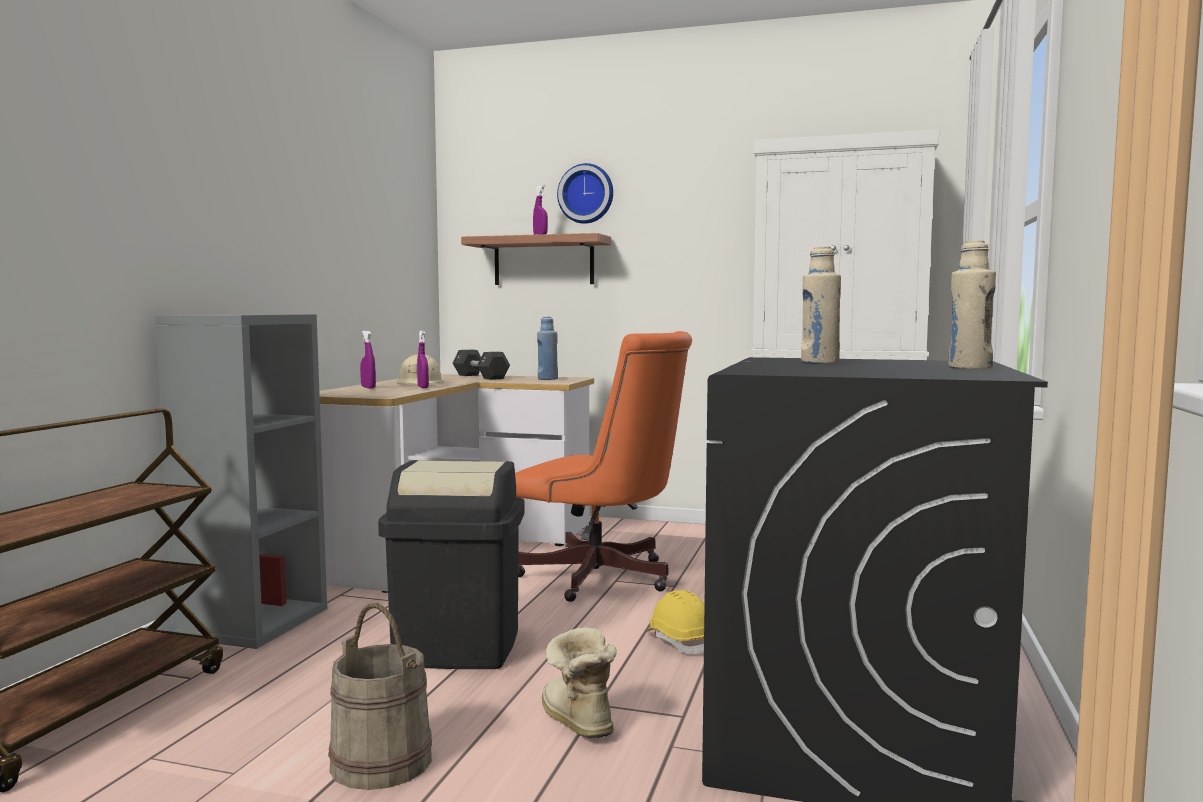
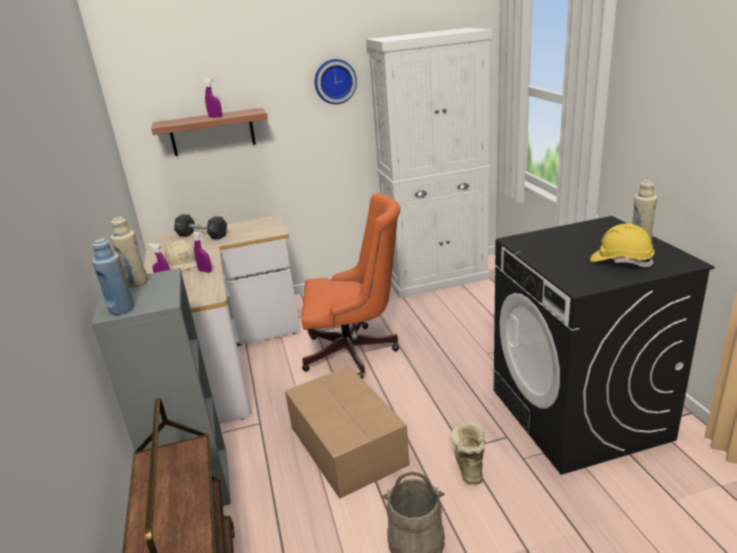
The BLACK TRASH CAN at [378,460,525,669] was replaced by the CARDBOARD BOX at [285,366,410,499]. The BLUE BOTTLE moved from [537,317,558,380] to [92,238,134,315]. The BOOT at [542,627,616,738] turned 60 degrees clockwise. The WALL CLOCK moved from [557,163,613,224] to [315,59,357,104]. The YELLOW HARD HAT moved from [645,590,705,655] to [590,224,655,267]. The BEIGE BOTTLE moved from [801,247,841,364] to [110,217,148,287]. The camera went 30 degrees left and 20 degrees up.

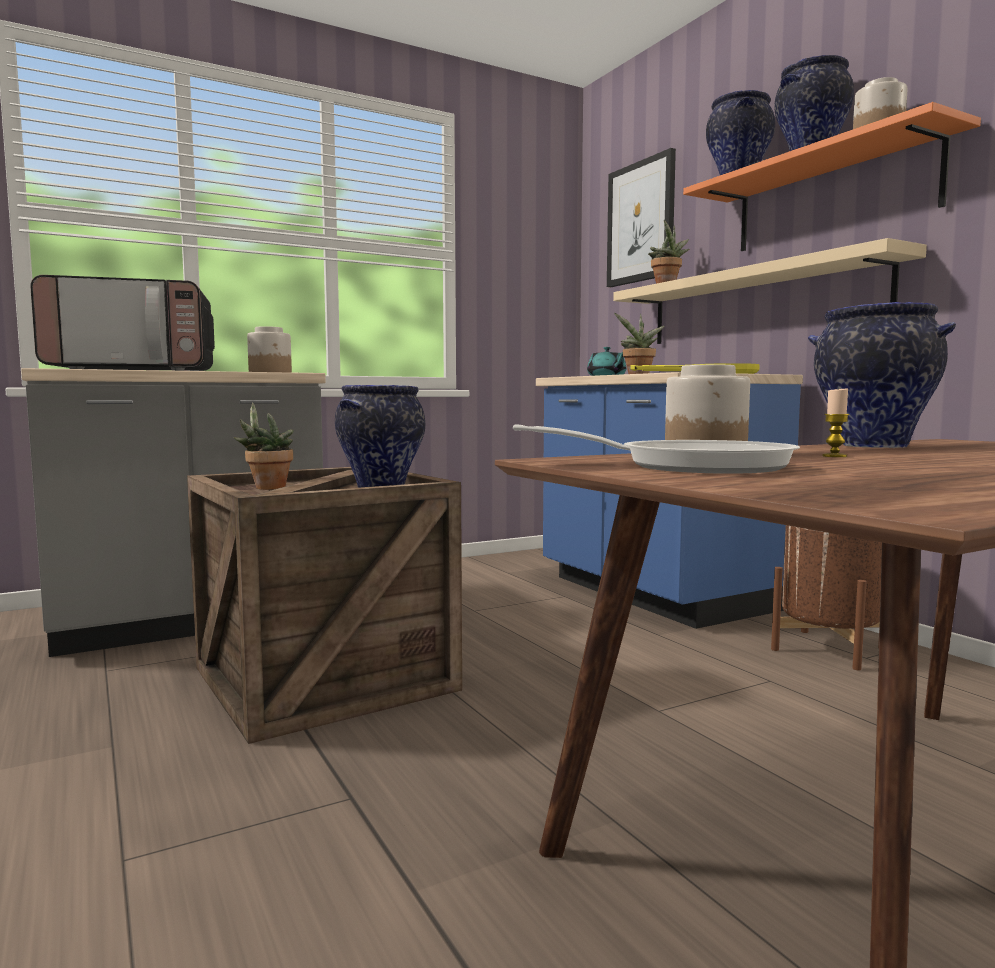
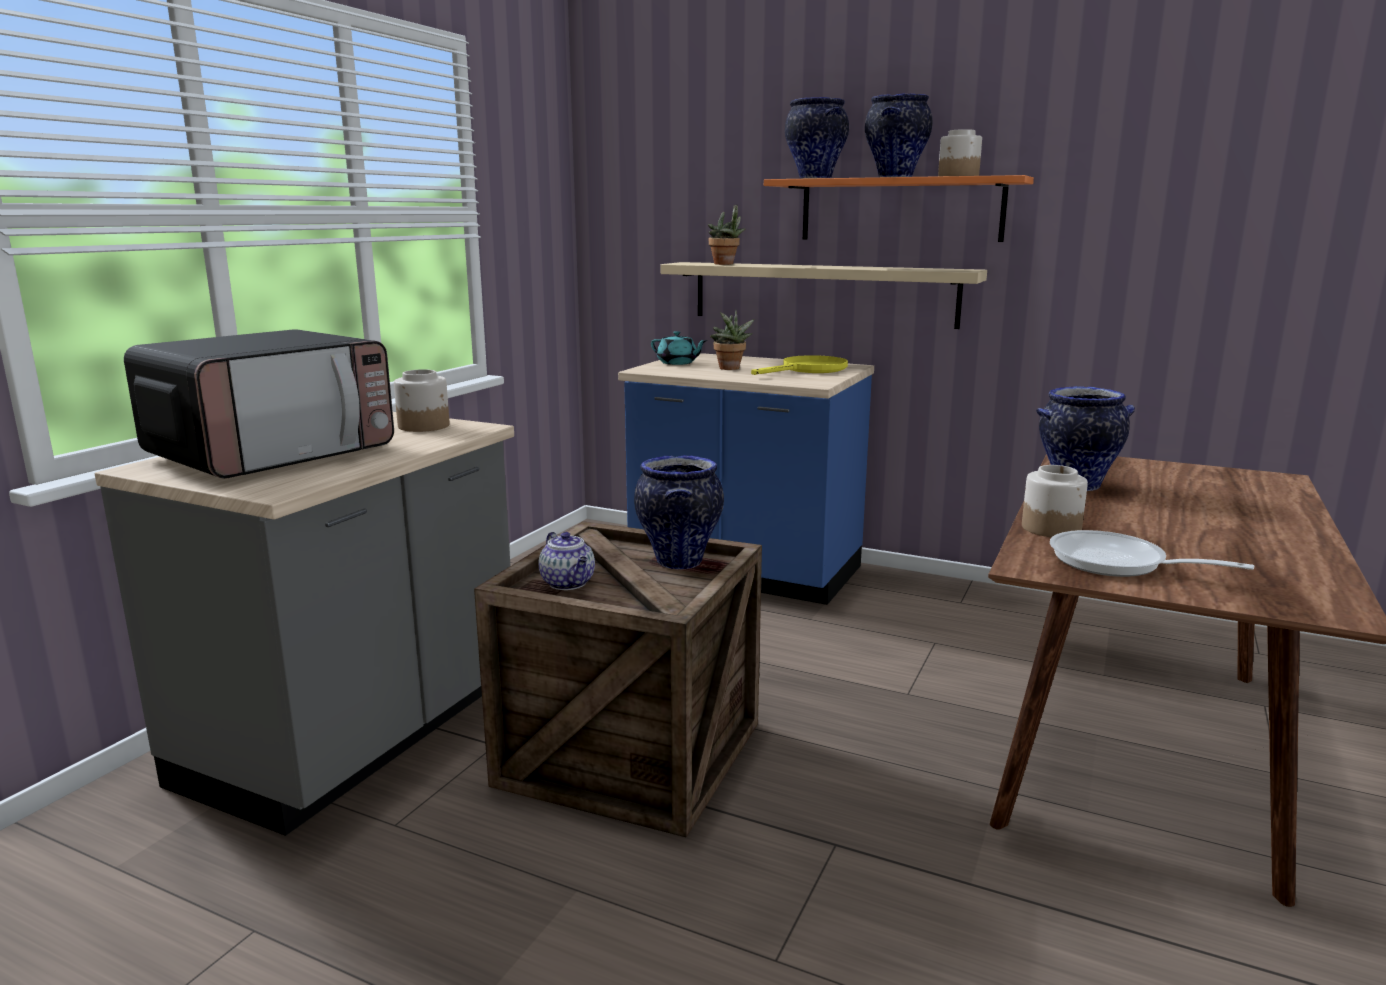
The POTTED PLANT at [234,402,294,490] was replaced by the TEAPOT at [539,532,595,590]. The FRYING PAN at [513,424,800,474] turned 120 degrees counterclockwise. The PICTURE at [607,148,676,287] disappeared. The BROWN PLANTER at [771,525,882,670] disappeared. The CANDLE at [822,389,849,457] disappeared. The camera went 35 degrees left and 10 degrees up.

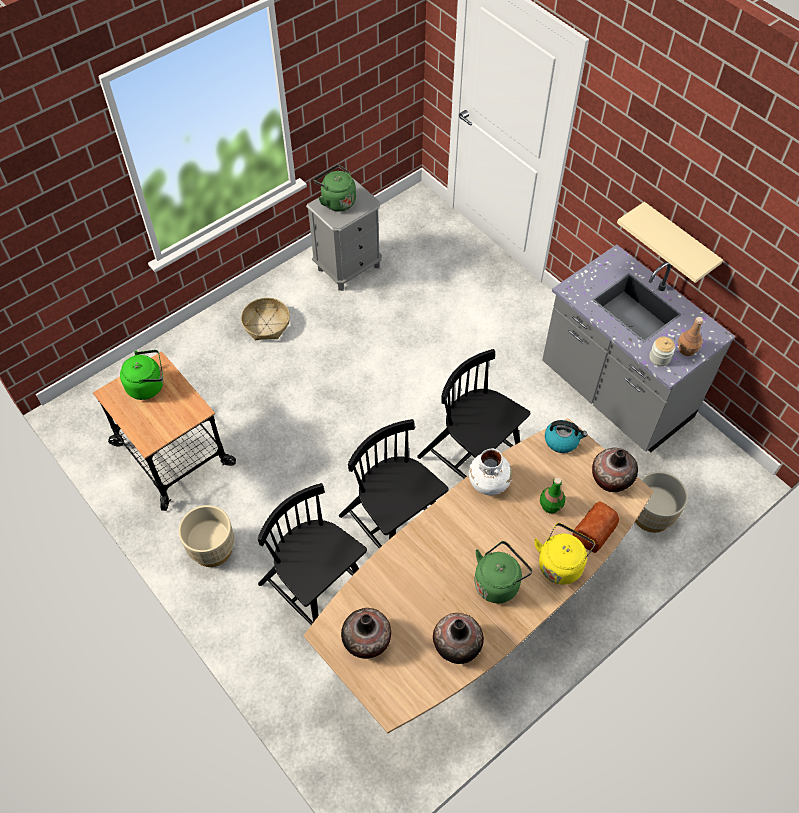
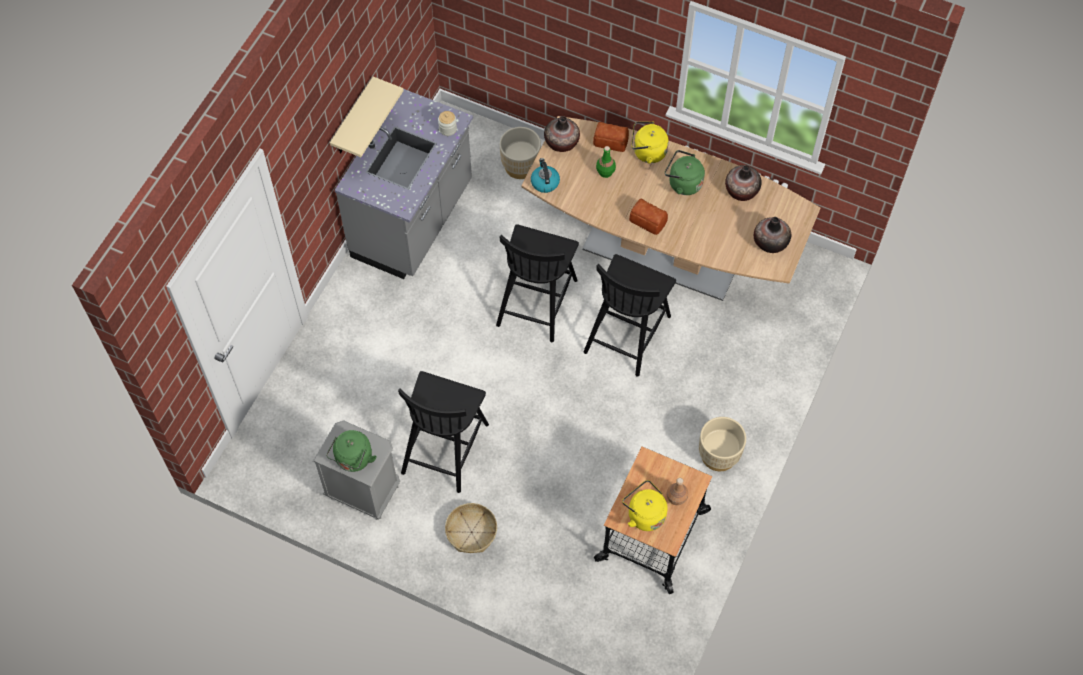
The GREEN KETTLE at [120,350,163,400] became the YELLOW KETTLE at [622,480,668,531]. The BLACK CHAIR moved from [258,483,367,625] to [398,371,489,493]. The WHITE VASE at [469,448,512,495] disappeared. The BROWN BOTTLE moved from [678,317,703,356] to [667,478,688,505]. The BREAD at [629,199,668,235] appeared. The camera went 115 degrees left and 5 degrees up.

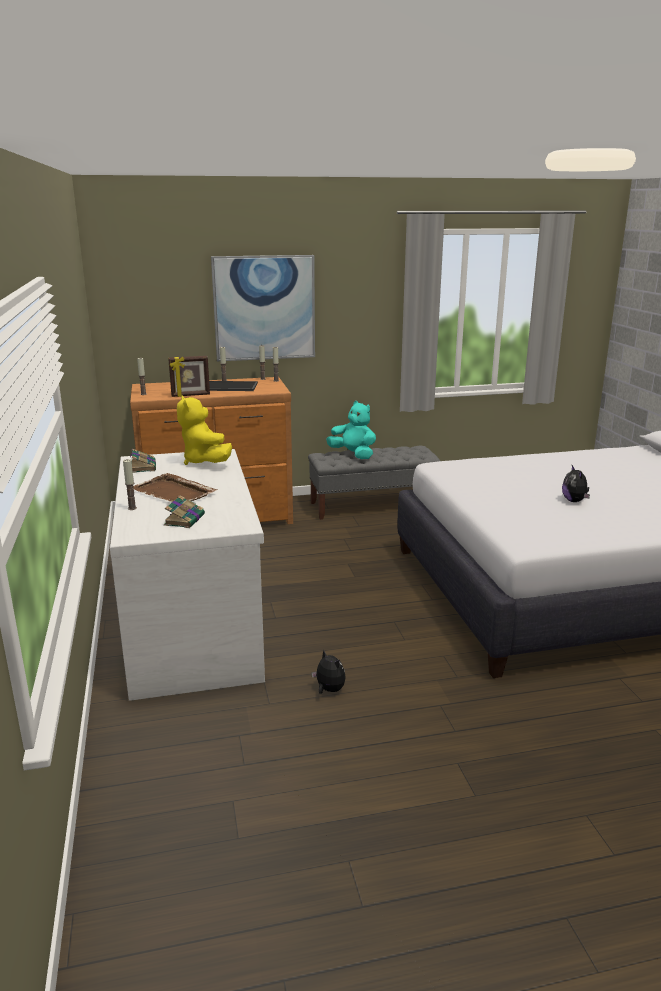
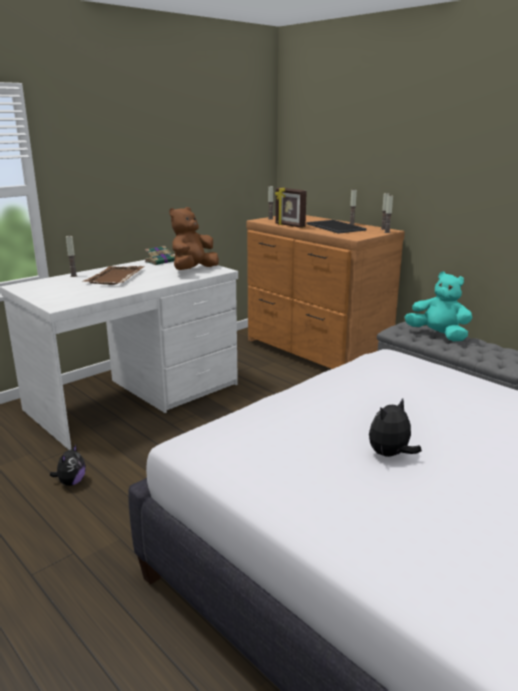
The BOOK at [164,495,205,528] disappeared. The YELLOW PLUSH TOY at [177,395,232,465] became the BROWN PLUSH TOY at [169,207,219,270]. The PICTURE at [211,255,315,361] disappeared. The TURQUOISE PLUSH TOY at [326,401,376,459] turned 60 degrees counterclockwise. The camera went 60 degrees right and 0 degrees up.

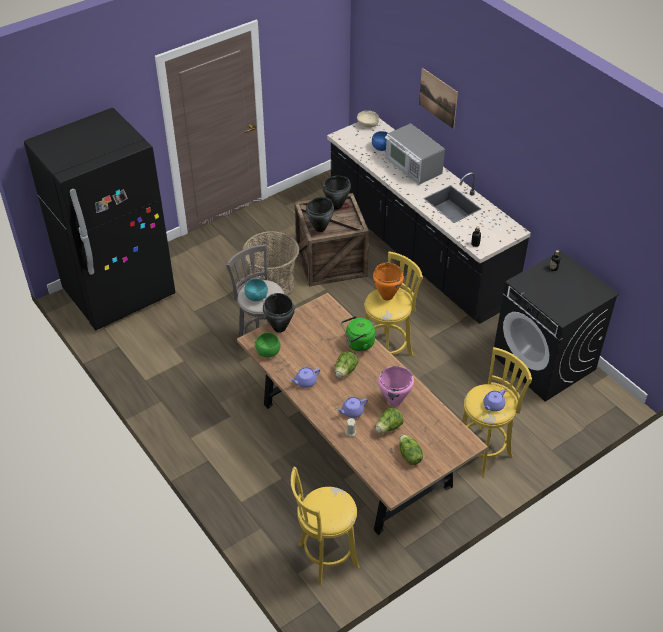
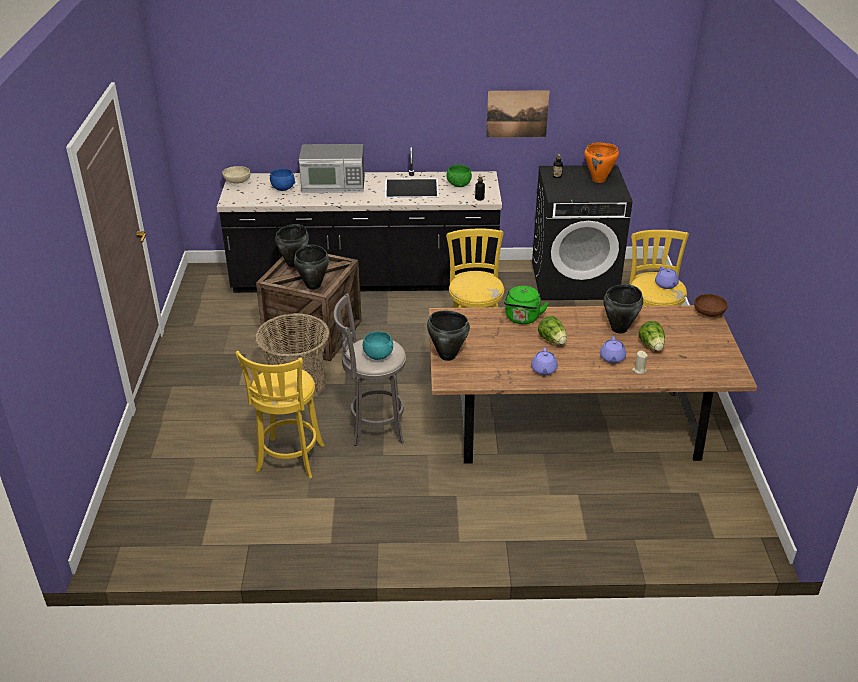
The BLACK FRIDGE at [24,108,176,330] disappeared. The GREEN BOWL moved from [254,333,280,358] to [446,165,472,187]. The YELLOW STOOL moved from [291,467,360,585] to [235,351,325,479]. The ORANGE COOKING POT moved from [373,263,404,300] to [584,142,619,183]. The PINK COOKING POT at [378,366,414,406] became the BLACK COOKING POT at [603,284,643,333]. The LETTUCE at [399,435,423,465] disappeared. The PICTURE moved from [419,68,458,129] to [486,90,549,138]. The BROWN BOWL at [694,294,728,317] appeared. The camera went 55 degrees left and 10 degrees down.

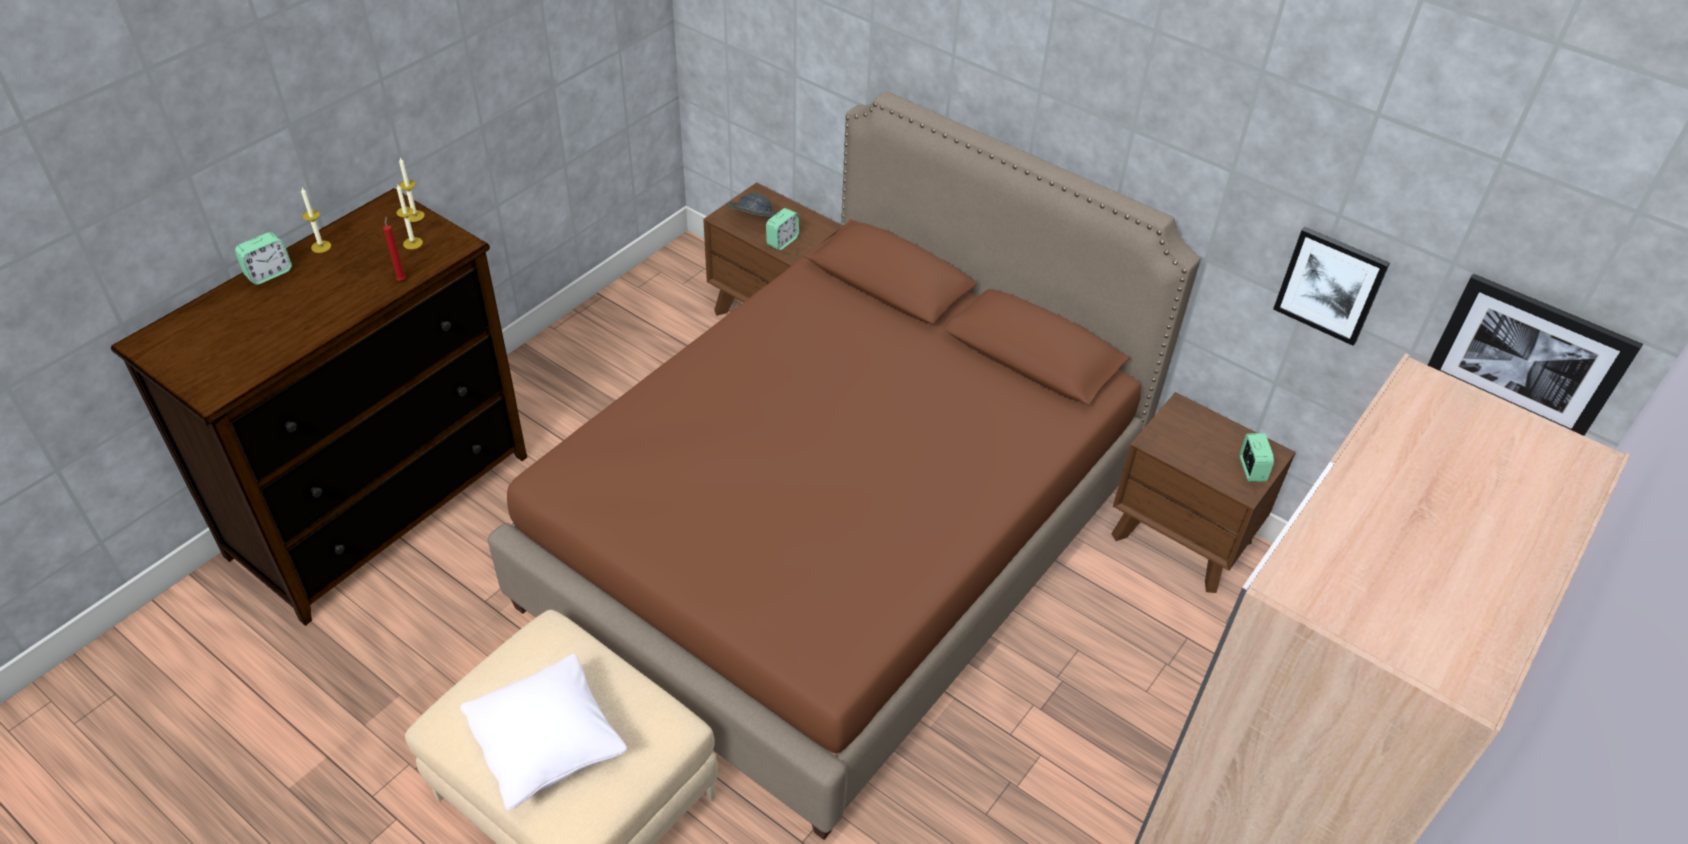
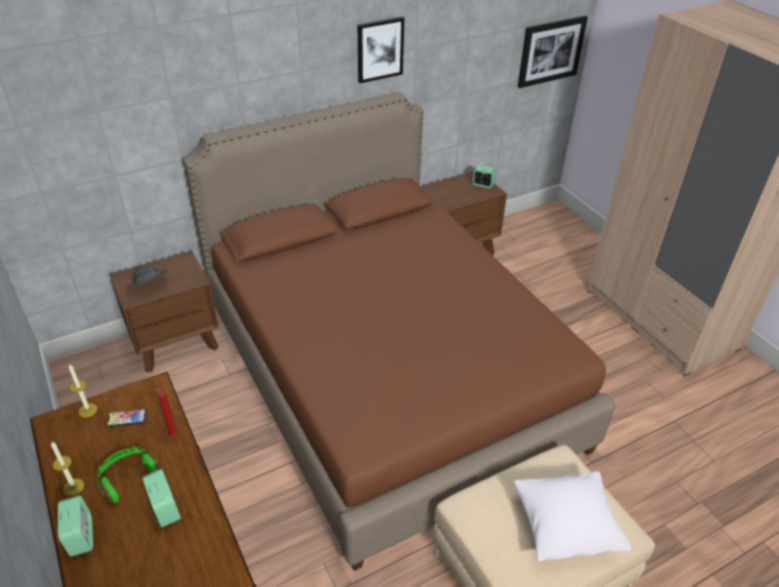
The CANDLE at [396,185,423,249] was replaced by the PHONE at [107,409,146,427]. The ALARM CLOCK moved from [766,208,799,250] to [142,469,181,527]. The PICTURE moved from [1273,227,1390,346] to [357,17,404,83]. The GREEN HEADPHONES at [97,446,160,504] appeared. The camera went 65 degrees left and 5 degrees down.

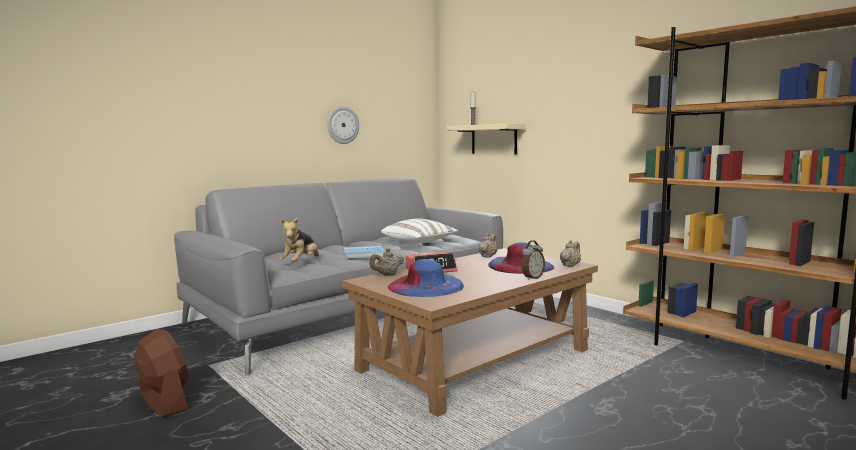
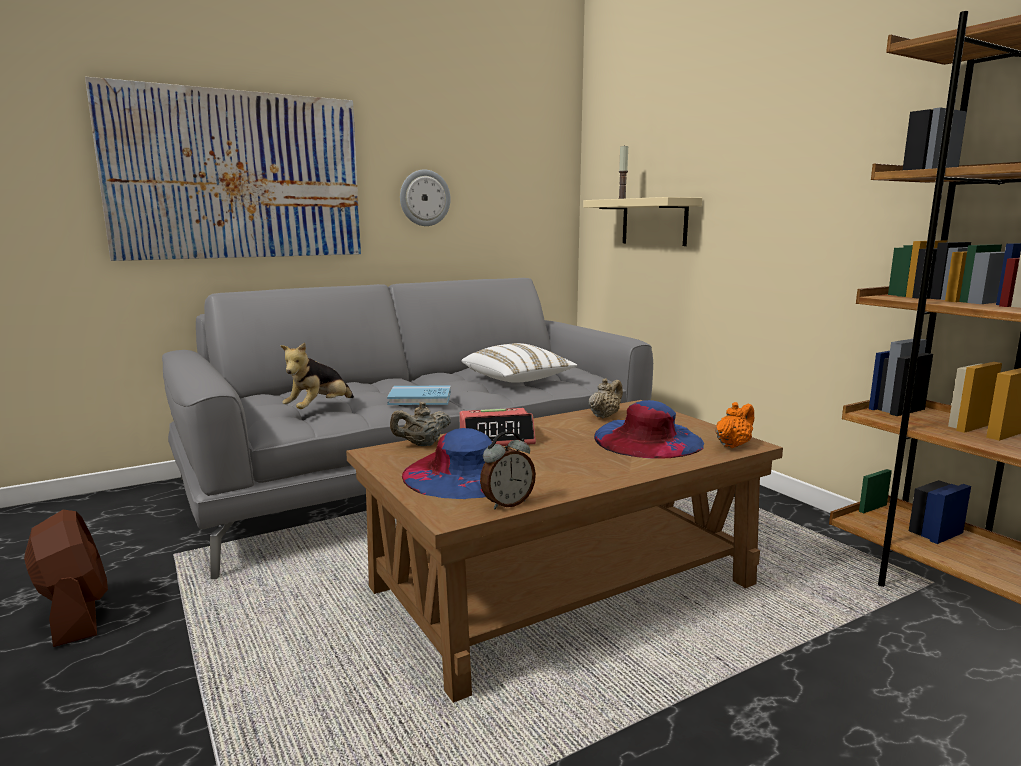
The ALARM CLOCK moved from [522,241,545,280] to [480,431,536,509]. The BEIGE TEAPOT at [560,240,581,267] became the ORANGE TEAPOT at [716,402,754,448]. The PICTURE at [85,77,361,261] appeared. The camera went 10 degrees right and 5 degrees up.

